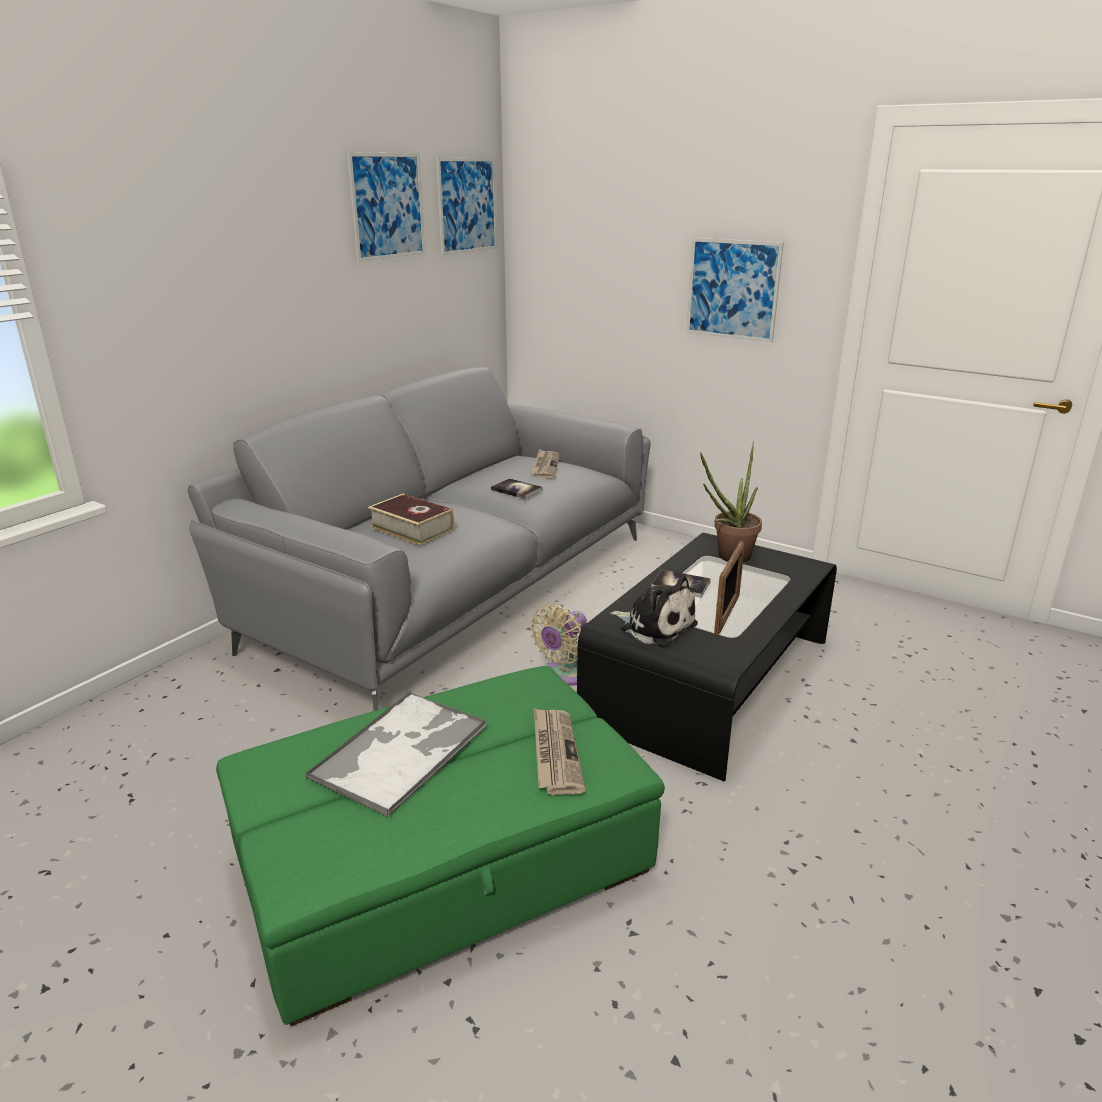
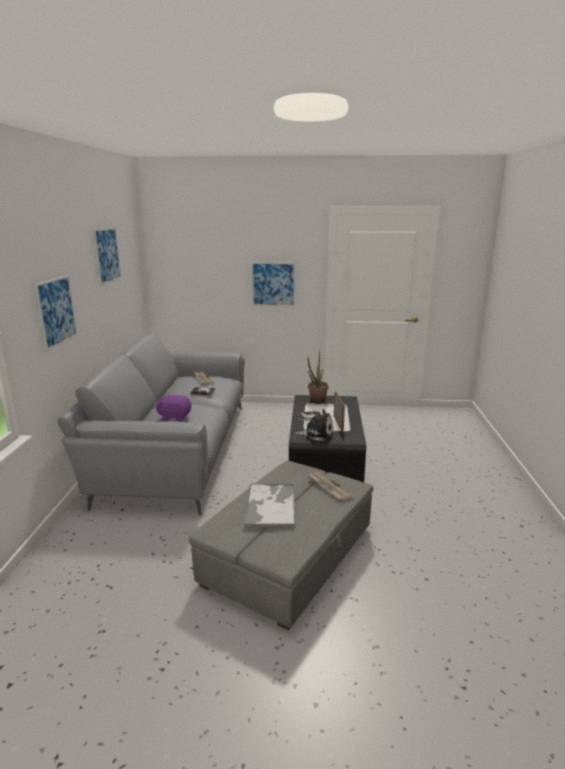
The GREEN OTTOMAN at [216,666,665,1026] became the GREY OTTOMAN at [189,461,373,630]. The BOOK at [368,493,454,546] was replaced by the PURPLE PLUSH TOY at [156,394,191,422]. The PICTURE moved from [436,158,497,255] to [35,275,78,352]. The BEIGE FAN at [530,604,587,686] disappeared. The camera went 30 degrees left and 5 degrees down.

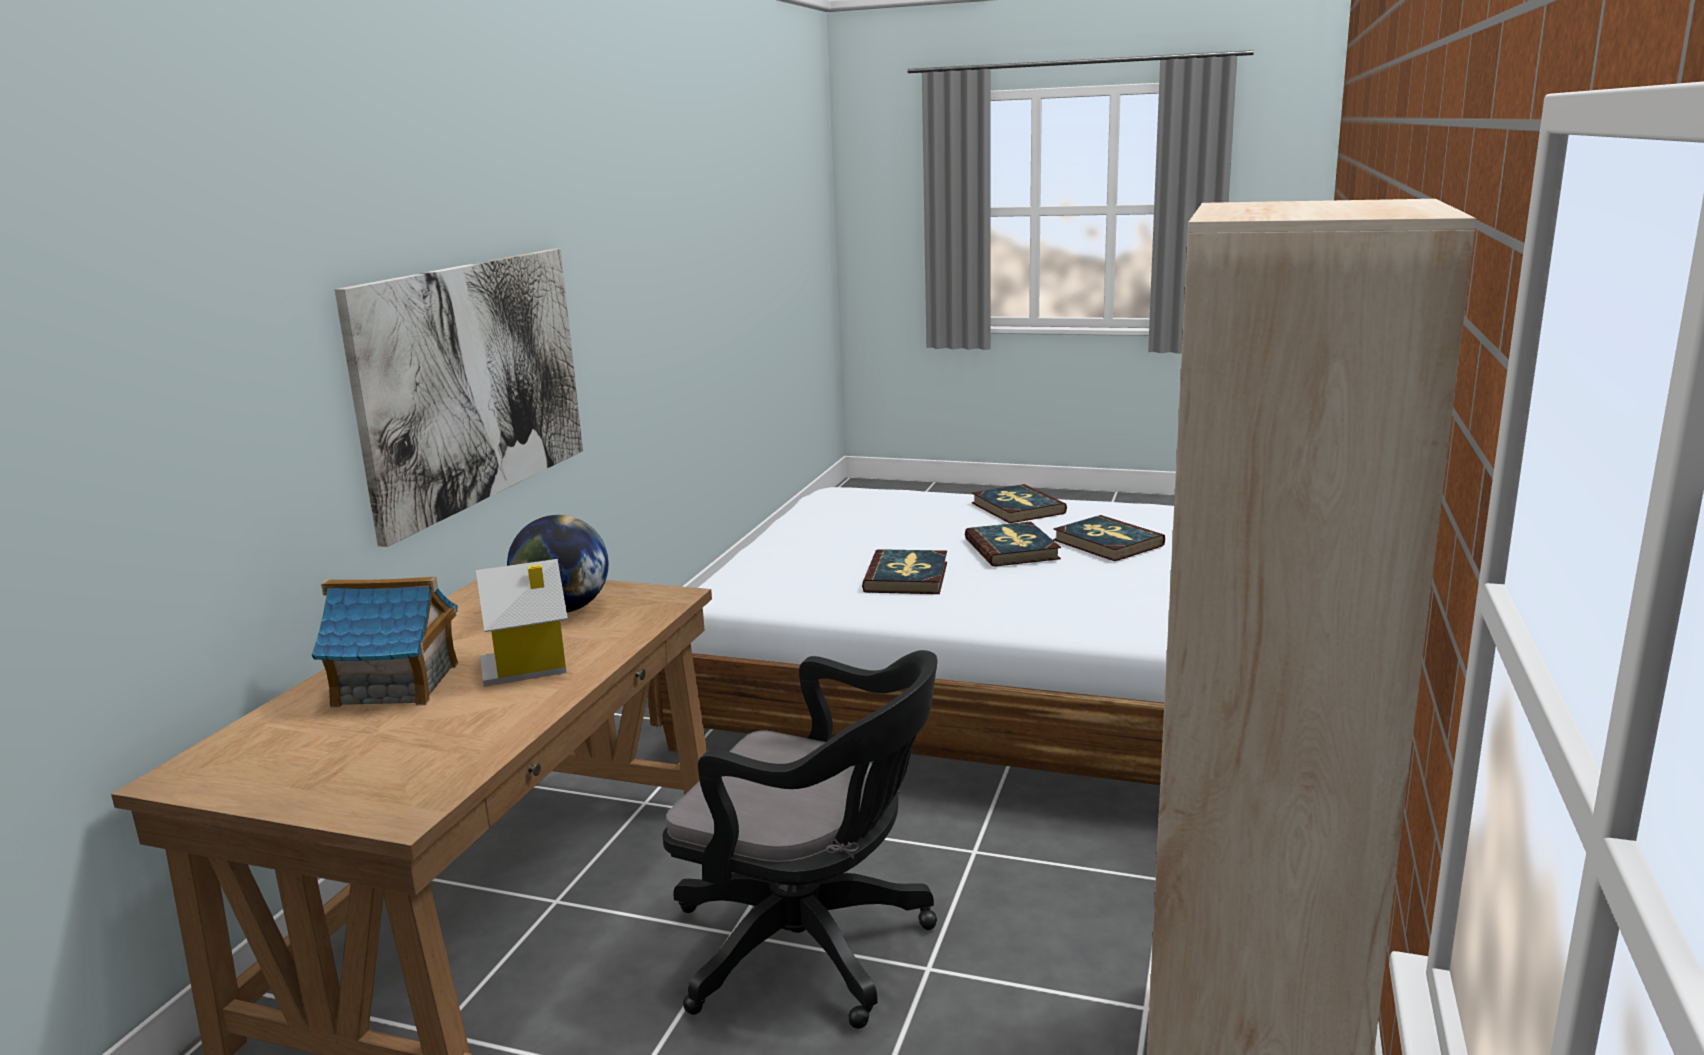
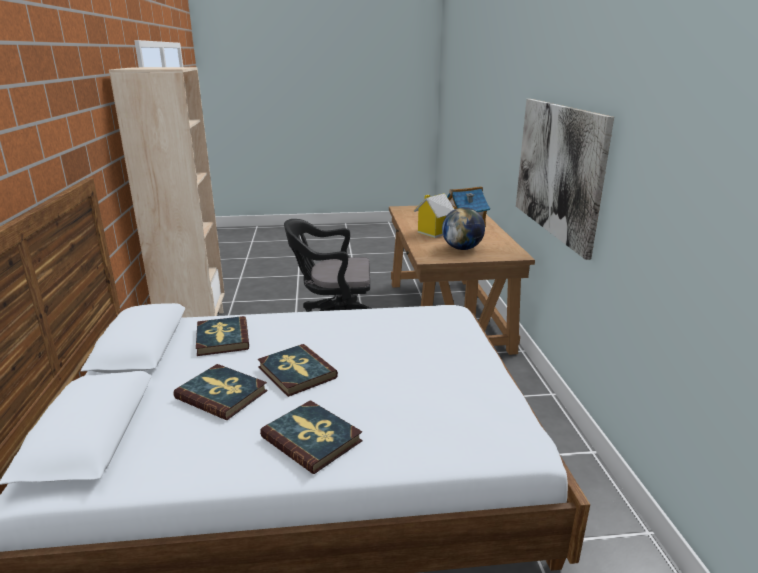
The BOOK moved from [862,549,947,594] to [196,316,249,356]. The camera went 155 degrees right and 5 degrees up.

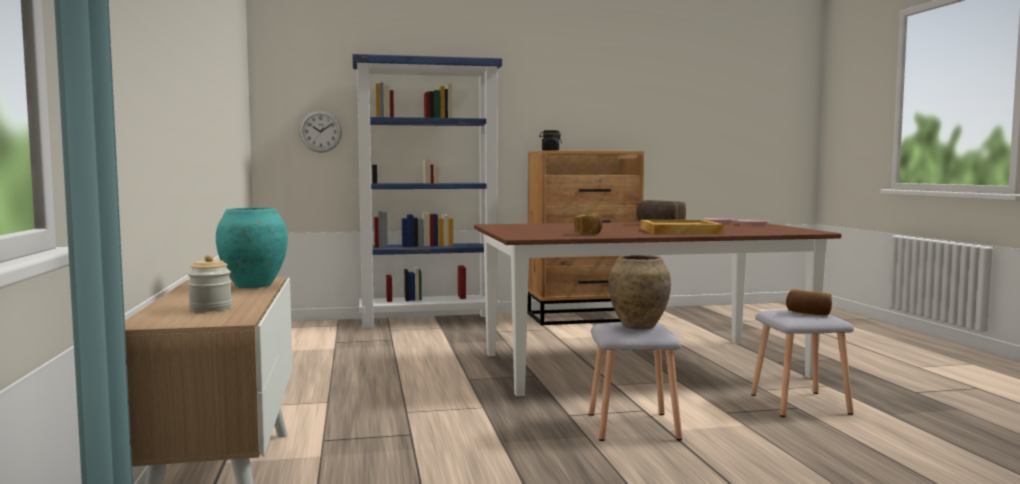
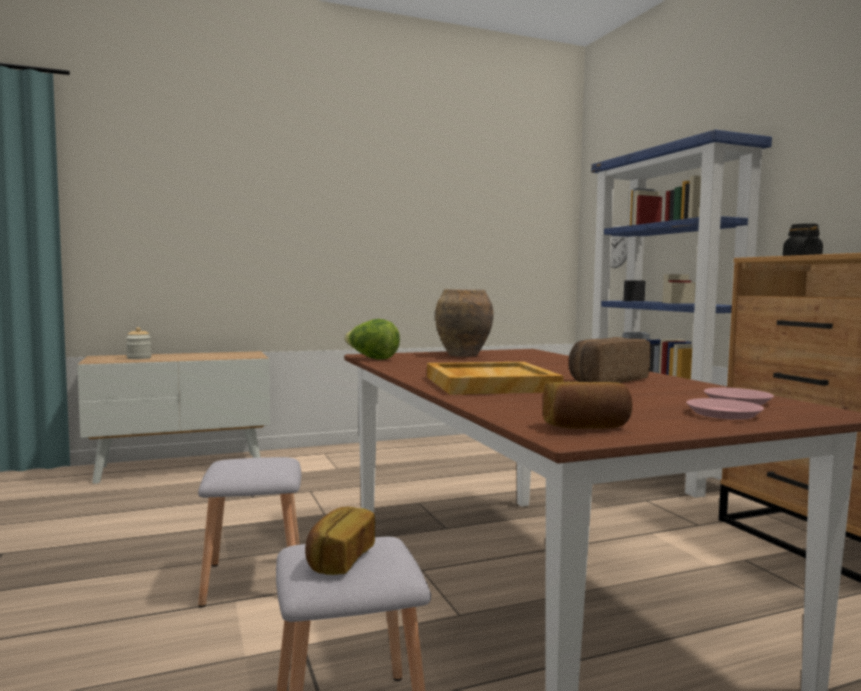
The TURQUOISE VASE at [216,208,288,288] disappeared. The BREAD moved from [574,213,603,235] to [543,382,633,429]. The BROWN VASE moved from [608,255,671,330] to [435,289,494,357]. The LETTUCE at [344,319,400,360] appeared. The camera went 80 degrees right and 0 degrees up.

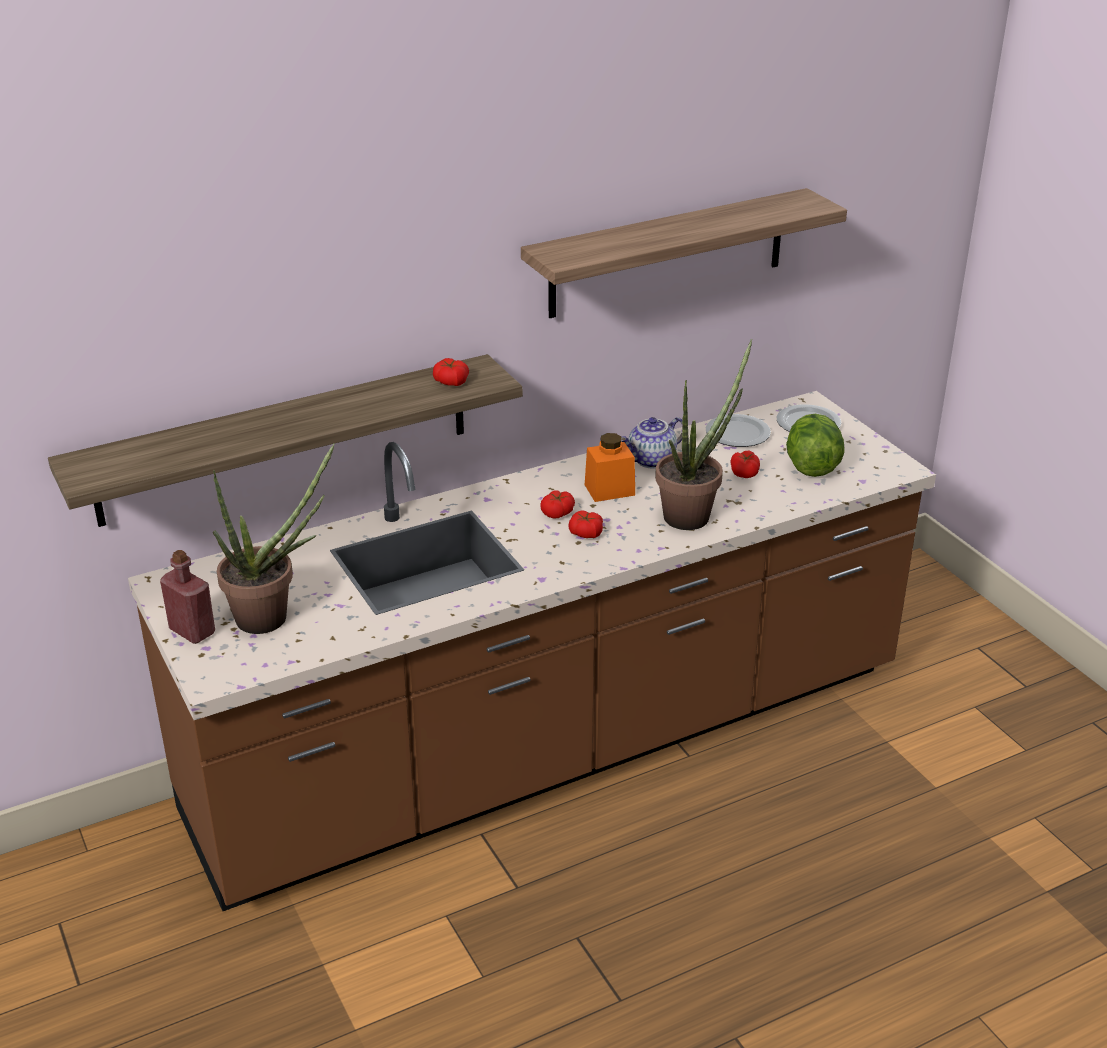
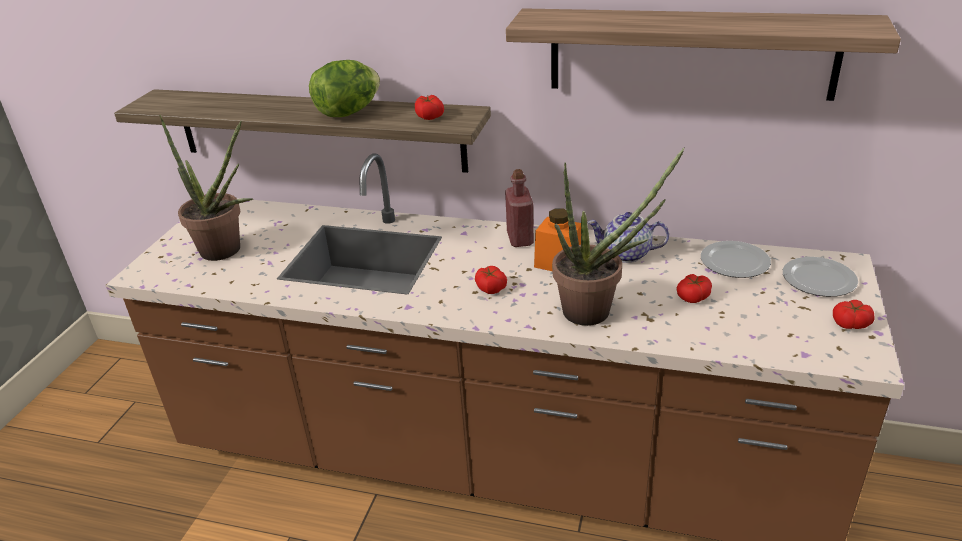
The RED BOTTLE moved from [160,550,215,644] to [505,169,534,247]. The TOMATO moved from [540,490,575,519] to [833,300,874,329]. The LETTUCE moved from [786,414,845,477] to [309,60,380,117]. The camera went 45 degrees right and 0 degrees up.

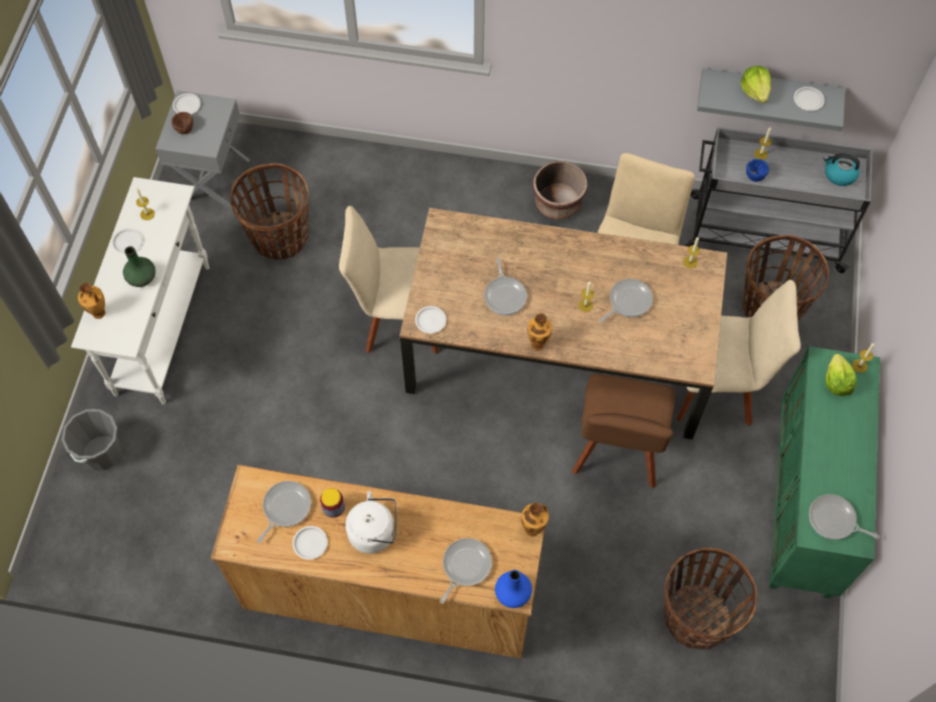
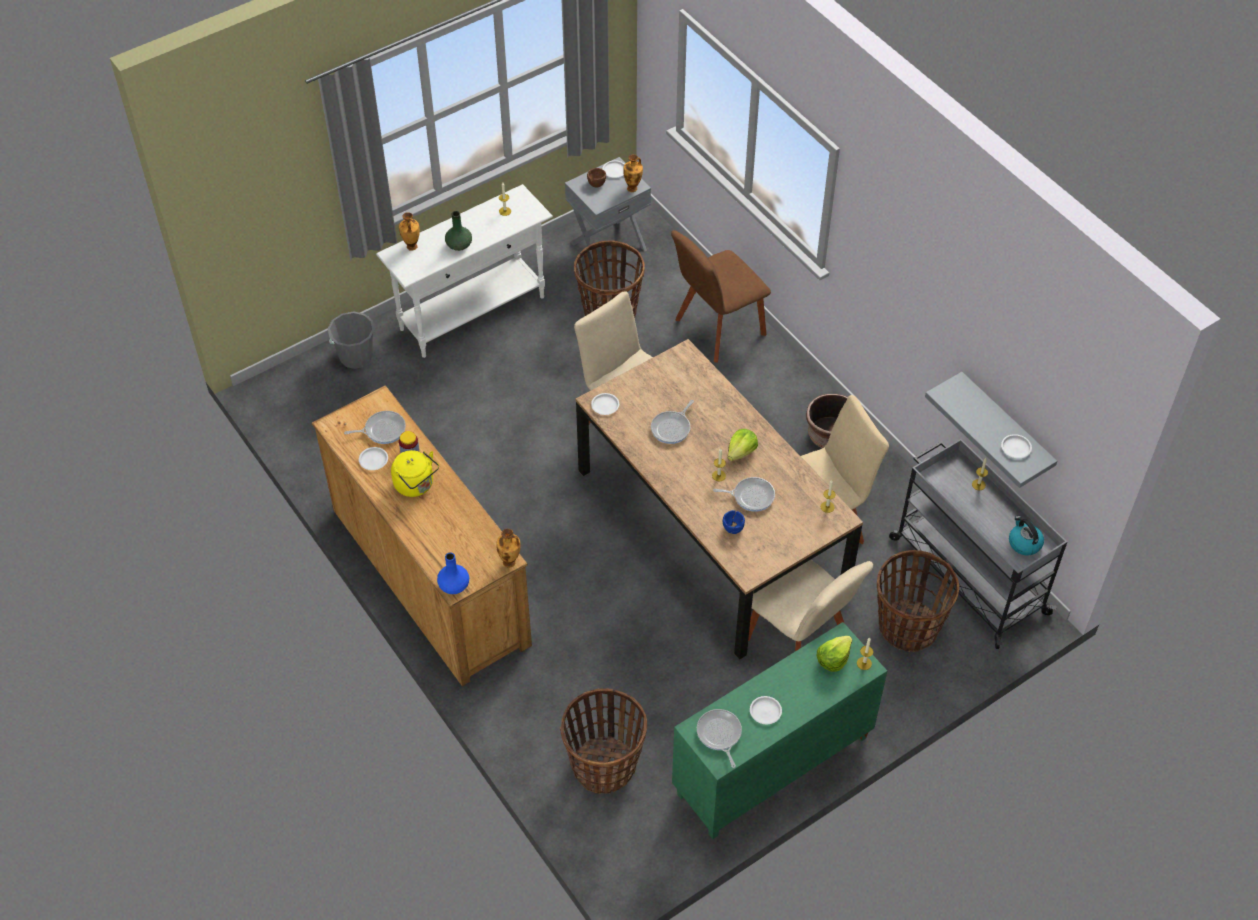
The WHITE PLATE moved from [112,228,142,254] to [750,696,782,724]. The WHITE KETTLE at [345,491,397,554] became the YELLOW KETTLE at [391,450,439,497]. The FRYING PAN at [440,538,492,604] disappeared. The VASE moved from [528,313,552,351] to [623,154,643,192]. The BROWN CHAIR moved from [572,373,675,489] to [671,230,771,363]. The LETTUCE moved from [740,66,771,103] to [728,429,758,461]. The BLUE BOWL moved from [746,159,769,182] to [723,510,745,534]. The camera went 45 degrees right and 10 degrees down.

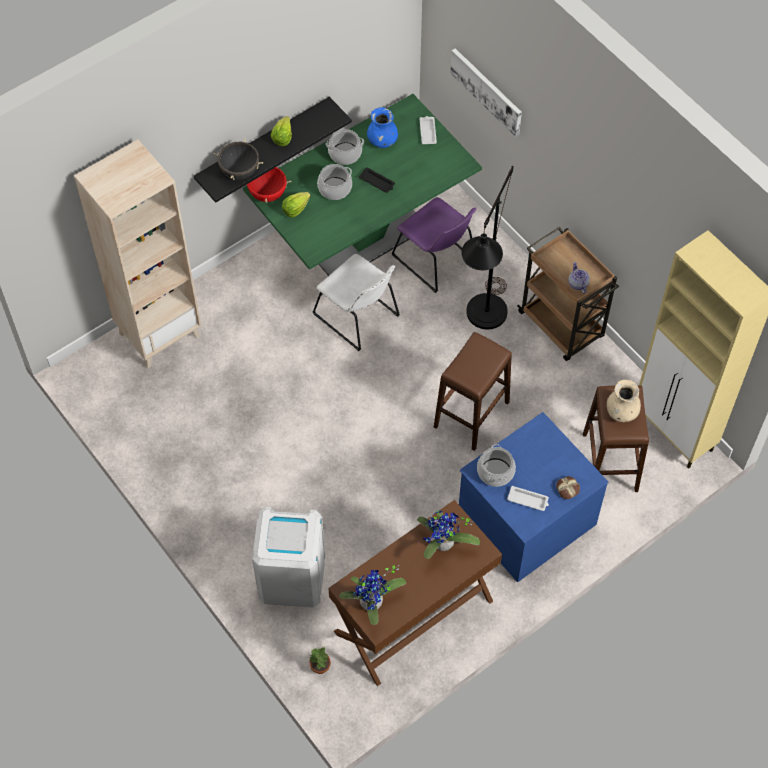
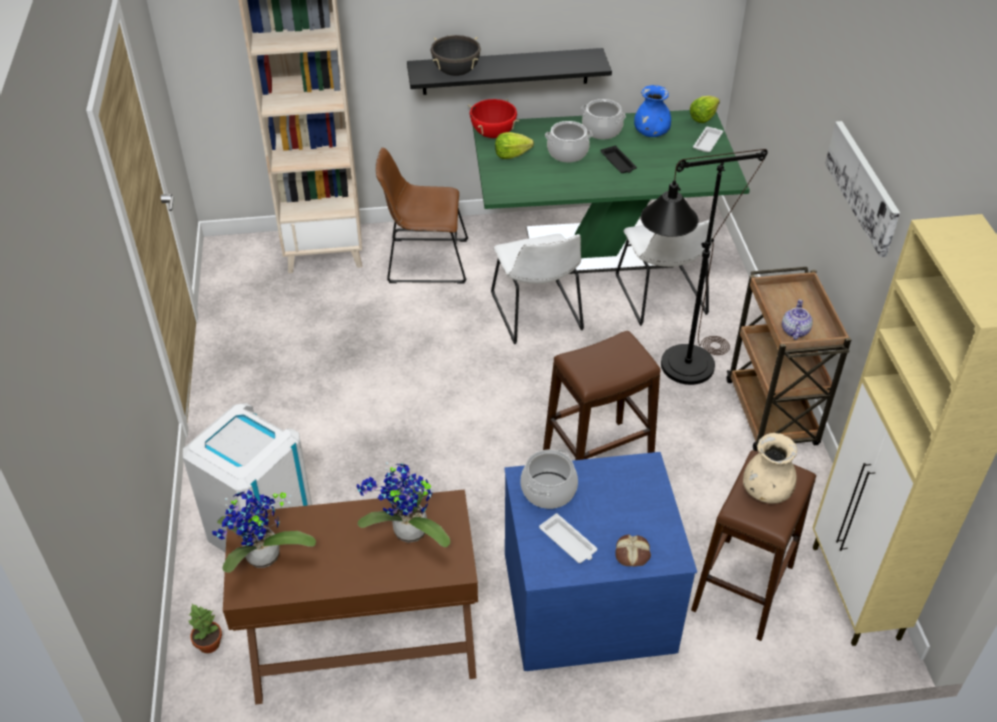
The LETTUCE moved from [270,116,292,146] to [690,96,720,123]. The PURPLE CHAIR at [392,197,476,293] became the WHITE CHAIR at [616,219,715,326]. The PICTURE moved from [450,48,522,137] to [825,121,900,257]. The BROWN CHAIR at [376,147,468,284] appeared. The camera went 30 degrees right and 15 degrees down.

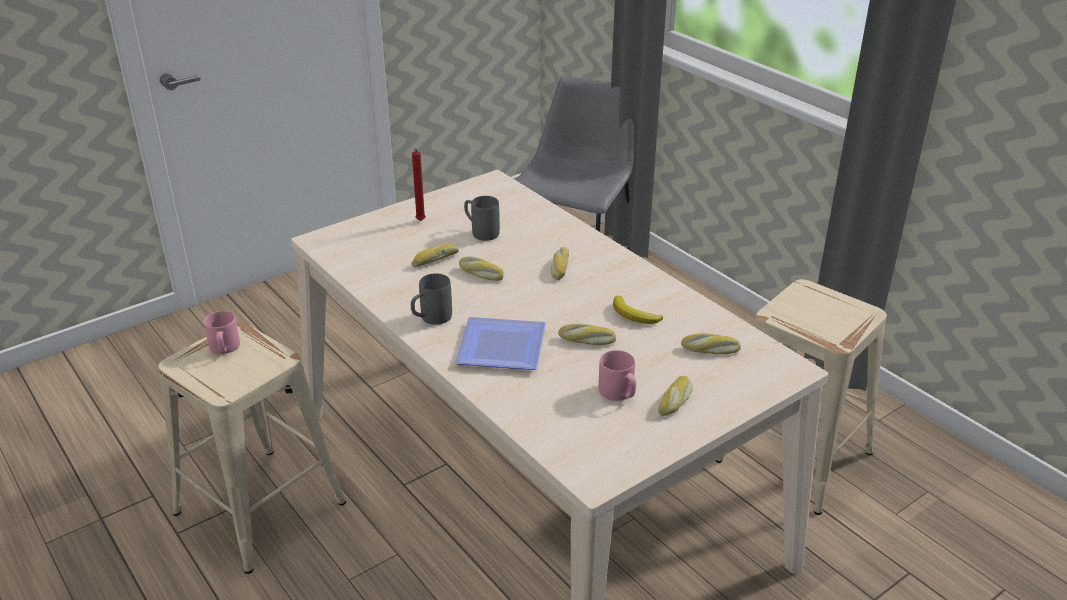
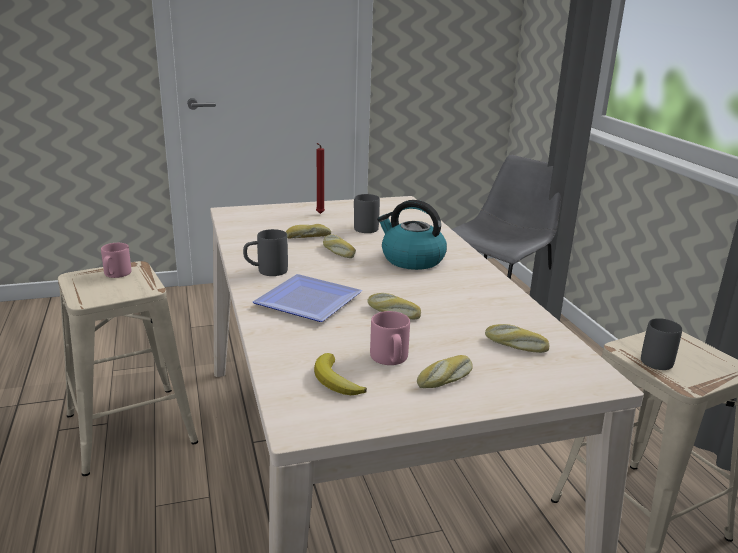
The BREAD at [551,247,569,280] was replaced by the KETTLE at [377,200,447,270]. The BANANA moved from [613,296,663,324] to [314,353,367,395]. The GREY MUG at [641,318,682,370] appeared. The camera went 20 degrees right and 10 degrees down.

